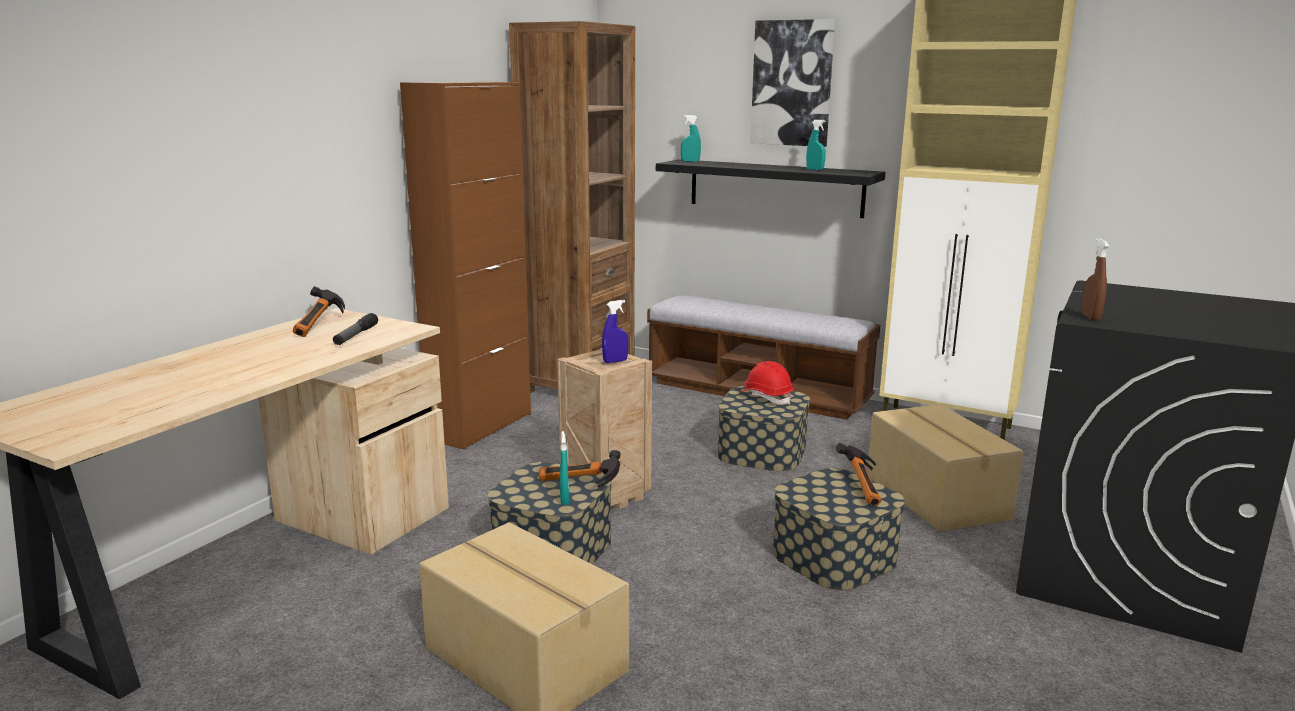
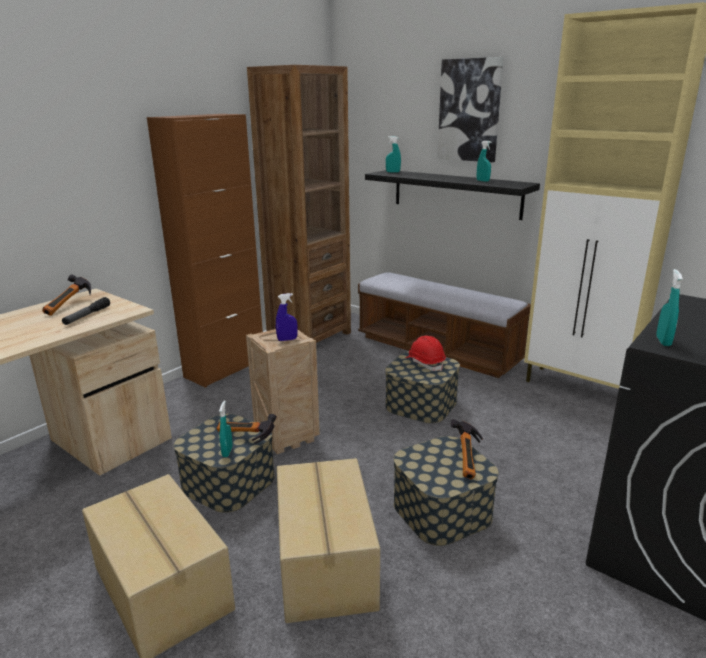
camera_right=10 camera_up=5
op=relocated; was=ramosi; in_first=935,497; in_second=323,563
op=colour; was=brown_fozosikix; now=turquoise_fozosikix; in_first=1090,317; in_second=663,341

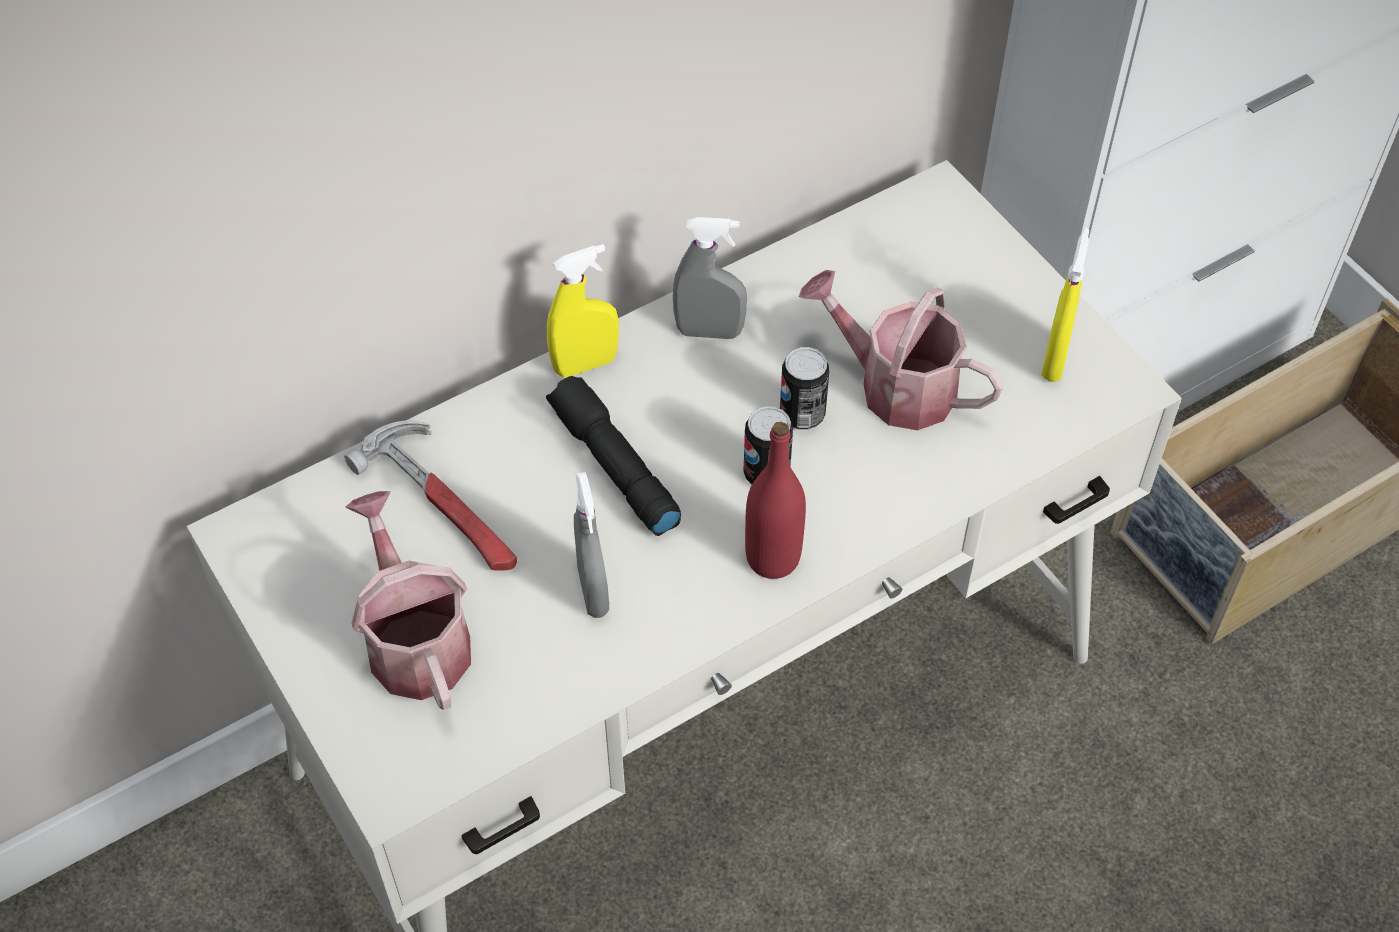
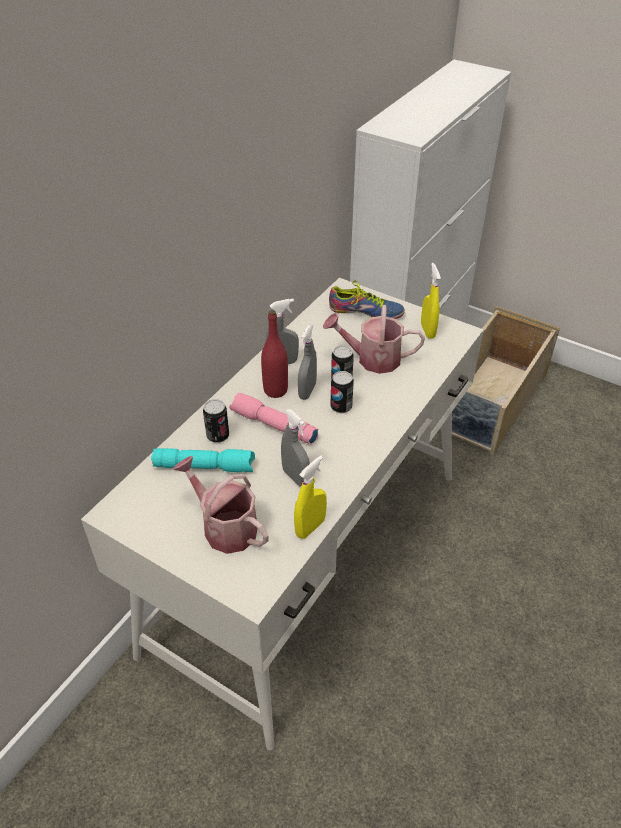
camera_right=-25 camera_up=-10
op=exchanged; was=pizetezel; now=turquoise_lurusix; in_first=445,504; in_second=205,466
op=appeared; now=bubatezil; in_second=218,436
op=colour; was=black_lurusix; now=pink_lurusix; in_first=612,466; in_second=273,426
op=relocated; was=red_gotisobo; in_first=773,558; in_second=275,390
op=relocated; was=yellow_fozosikix; in_first=585,364; in_second=310,527
op=appeared; now=grey_fozosikix; in_second=307,391
op=appeared; now=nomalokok; in_second=365,313

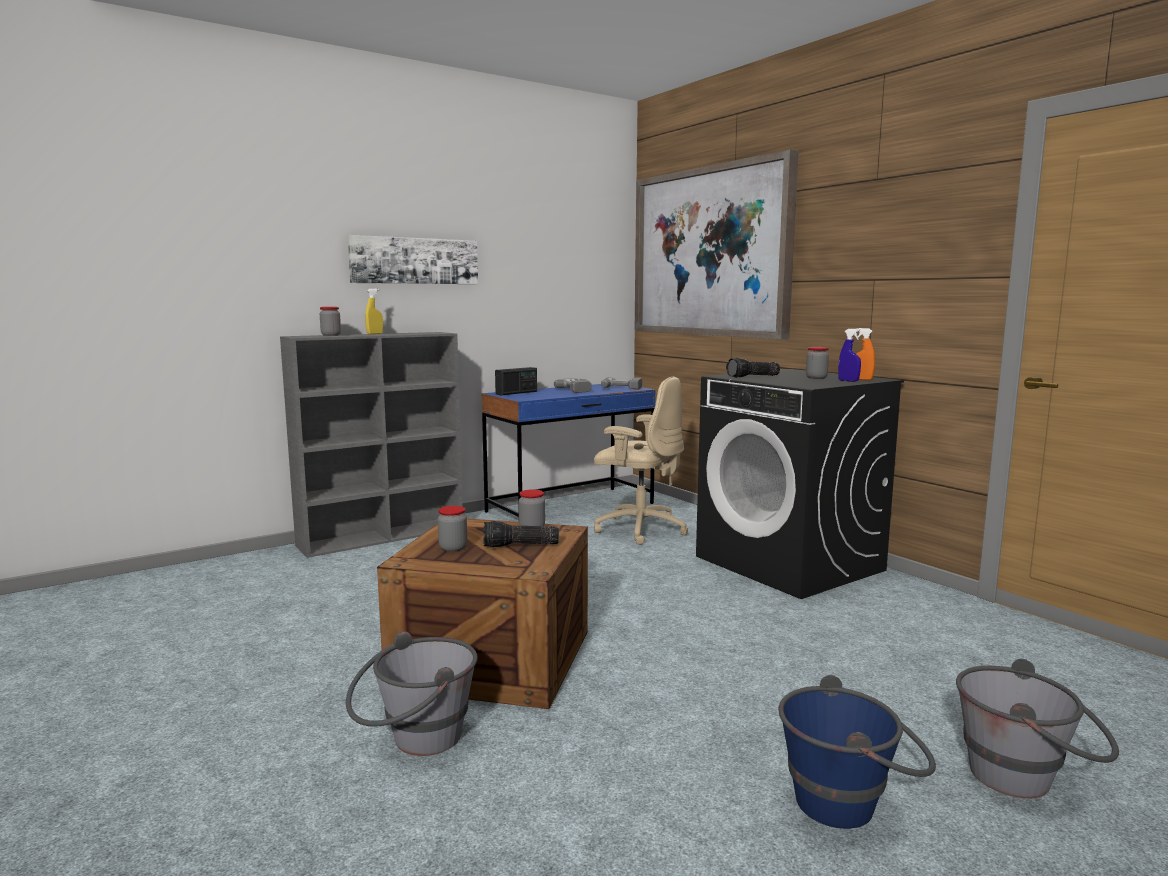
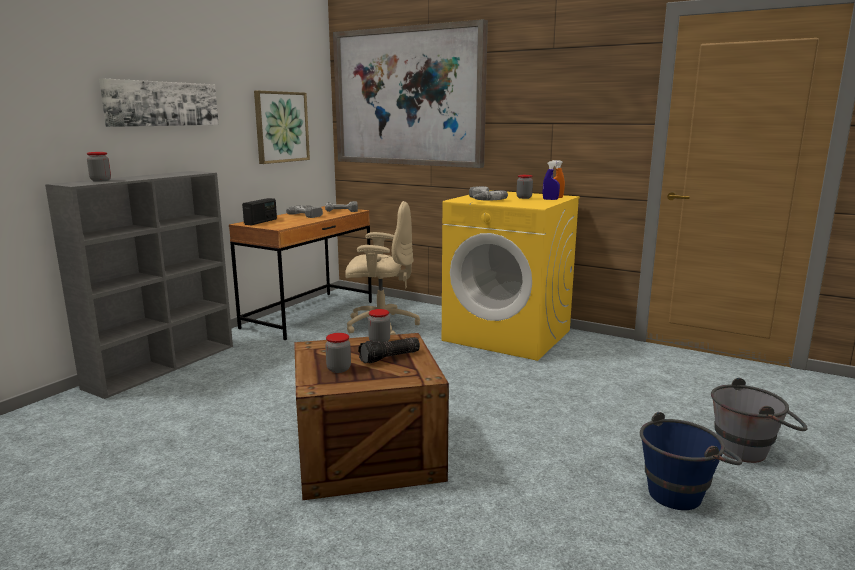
camera_right=-25 camera_up=5
op=colour; was=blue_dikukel; now=brown_dikukel; in_first=571,508; in_second=309,314
op=appeared; now=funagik; in_second=281,127
op=colour; was=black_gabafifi; now=yellow_gabafifi; in_first=790,563; in_second=508,335
op=exchanged; was=lurusix; now=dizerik; in_first=753,377; in_second=481,199
op=missing; was=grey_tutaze; in_first=415,742
op=missing; was=yellow_fozosikix; in_first=375,334

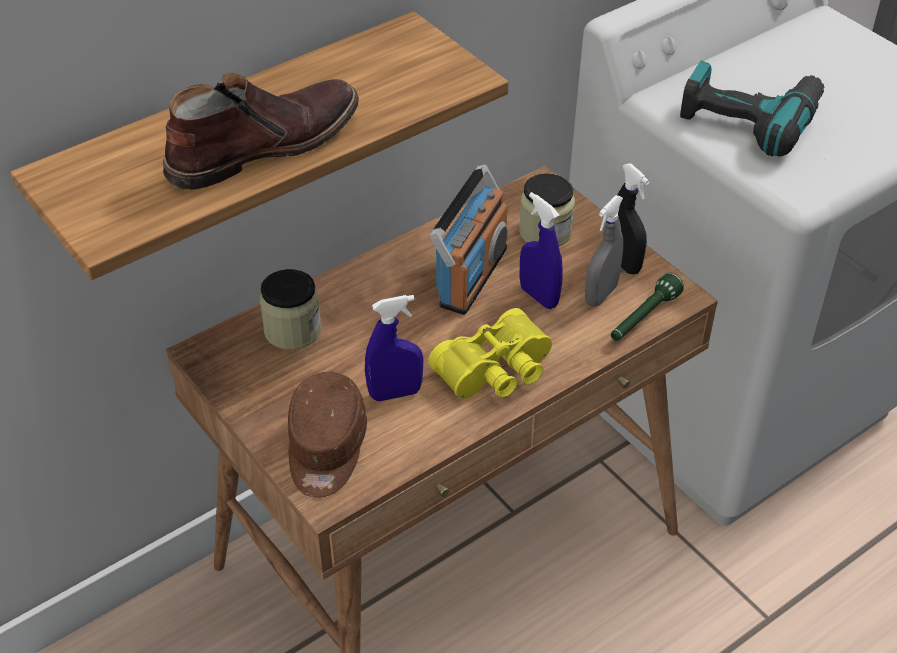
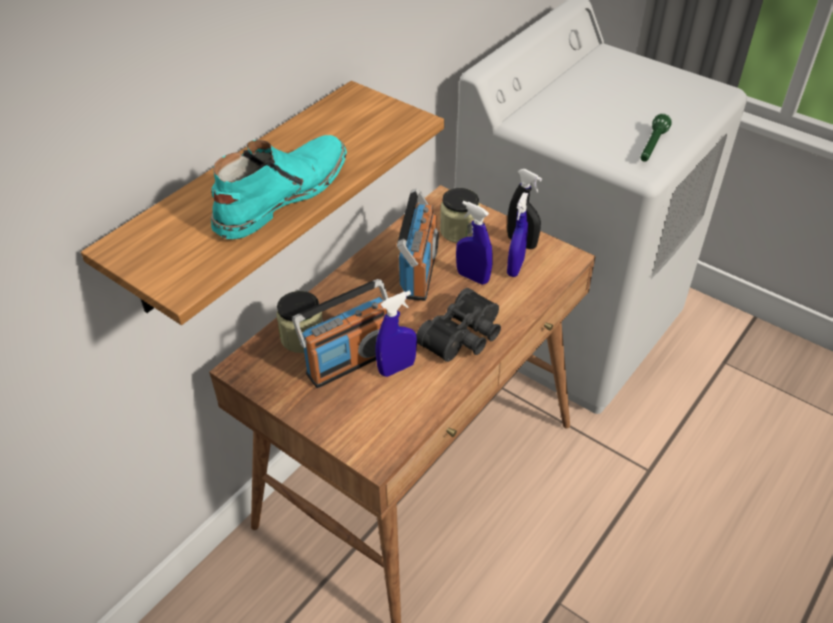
camera_right=-15 camera_up=0
op=colour; was=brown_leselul; now=turquoise_leselul; in_first=262,146; in_second=280,196
op=appeared; now=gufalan; in_second=349,361
op=colour; was=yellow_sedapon; now=black_sedapon; in_first=497,372; in_second=464,337
op=colour; was=grey_fozosikix; now=blue_fozosikix; in_first=601,295; in_second=515,267
op=relocated; was=green_lurusix; in_first=643,318; in_second=652,147
op=missing; was=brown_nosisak; in_first=326,449
op=missing; was=dizerik; in_first=749,117

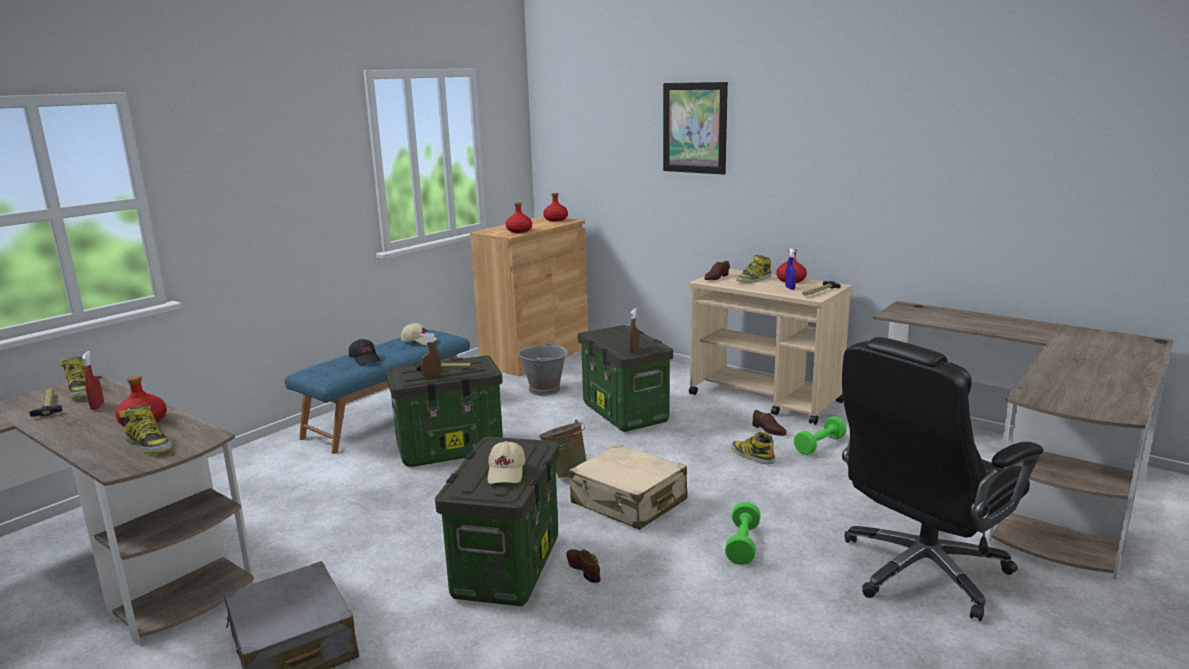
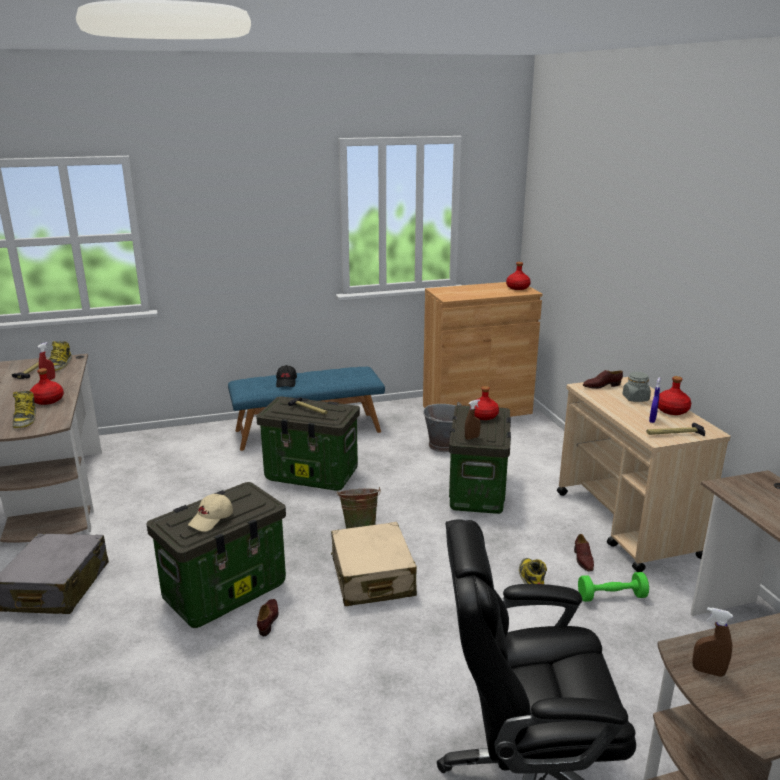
camera_right=35 camera_up=5
op=relocated; was=red_gotisobo; in_first=519,231; in_second=484,416
op=exchanged; was=leselul; now=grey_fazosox; in_first=754,279; in_second=635,398
op=relocated; was=brown_fozosikix; in_first=432,376; in_second=708,671
op=missing; was=beige_nosisak; in_first=419,341
op=missing; was=funagik; in_first=694,128
op=missing; was=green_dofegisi; in_first=742,544

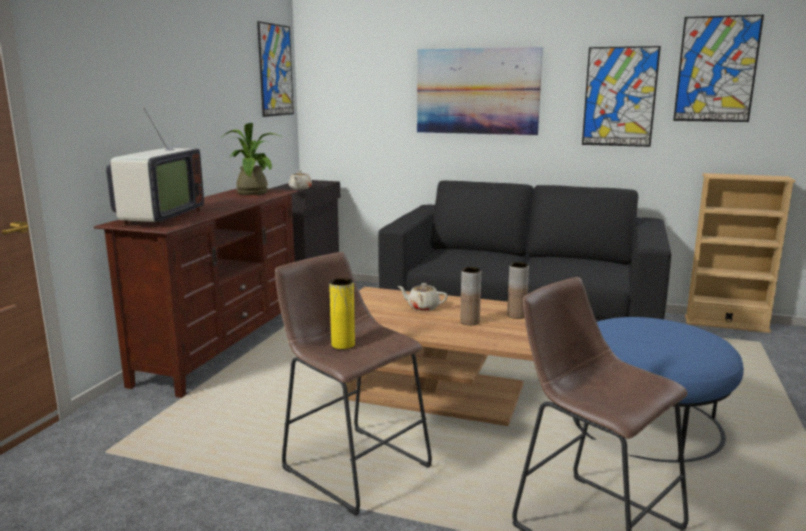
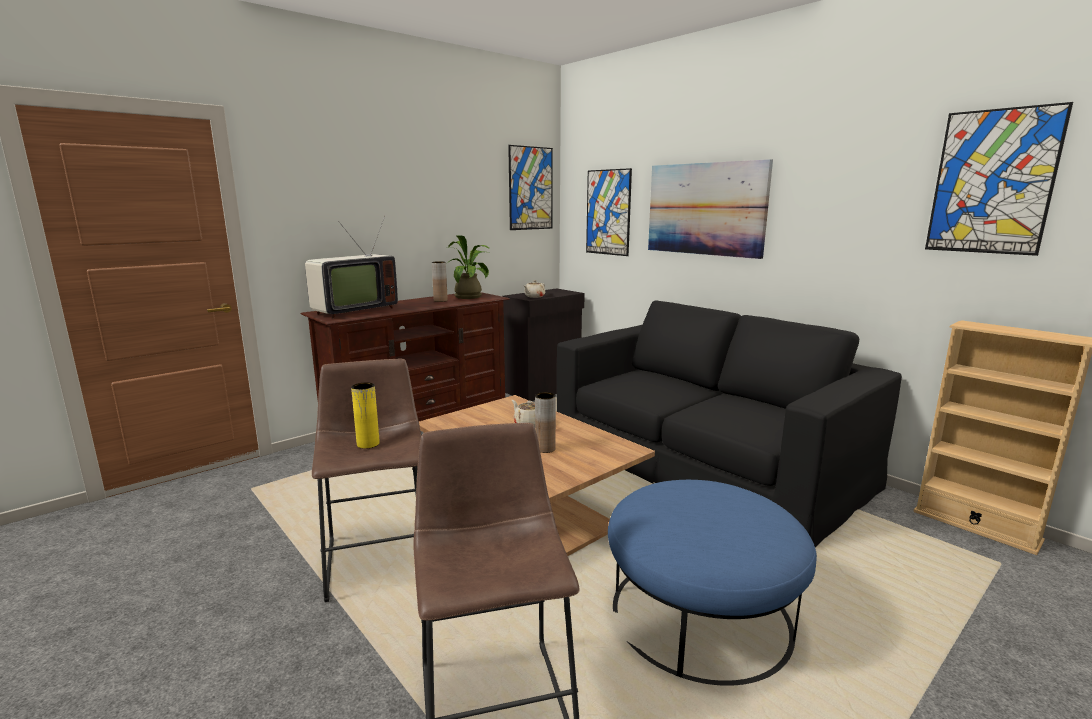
camera_right=30 camera_up=0
op=relocated; was=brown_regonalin; in_first=516,316; in_second=440,300
op=relocated; was=funagik; in_first=619,97; in_second=608,212

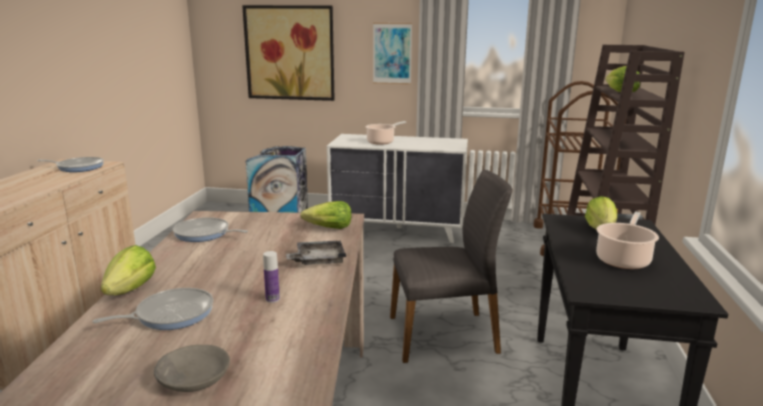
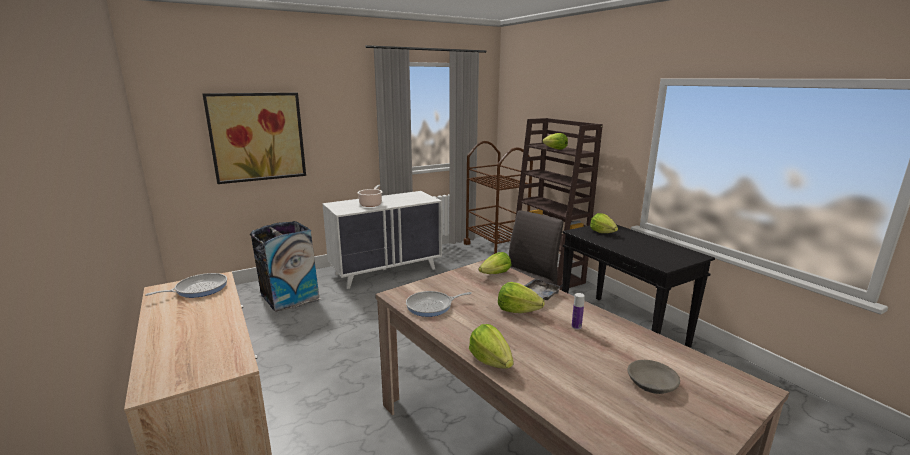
camera_right=-40 camera_up=0
op=appeared; now=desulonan; in_second=517,310
op=missing; was=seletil; in_first=170,314
op=missing; was=funagik; in_first=392,53
op=missing; was=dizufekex; in_first=623,259

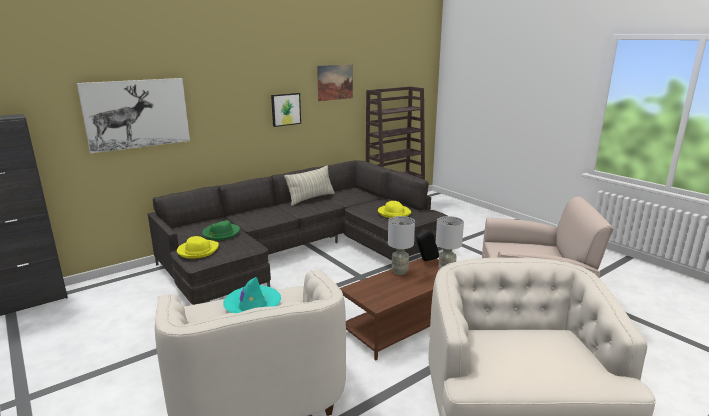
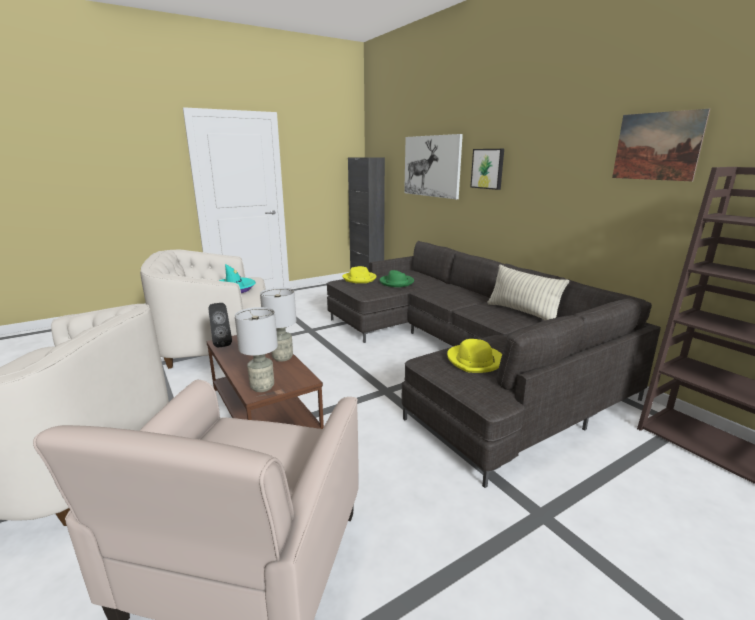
camera_right=95 camera_up=0
op=relocated; was=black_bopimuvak; in_first=425,261; in_second=222,343
op=relocated; was=funagik; in_first=285,109; in_second=488,168

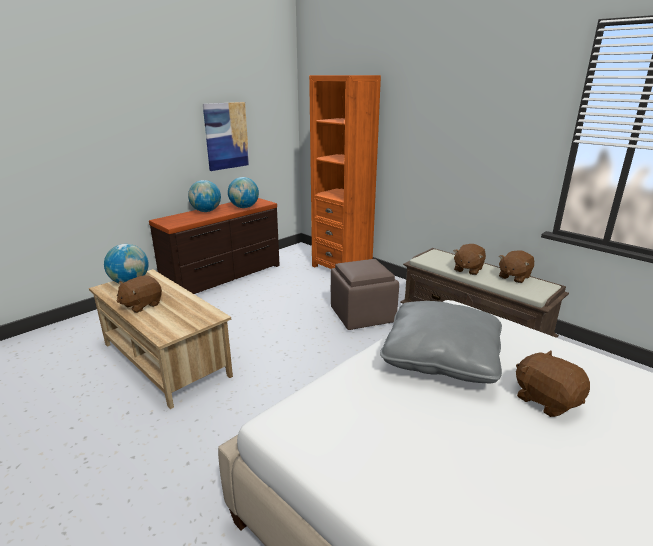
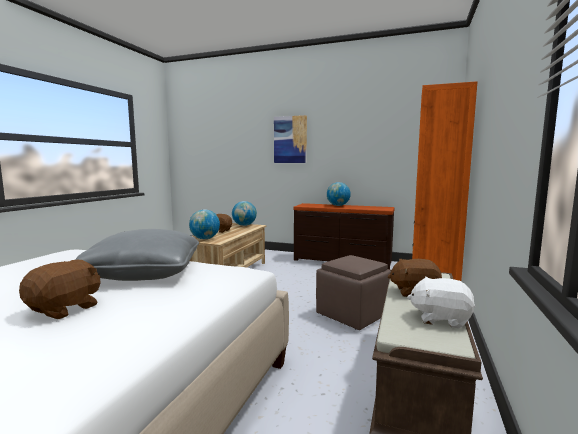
camera_right=65 camera_up=-15
op=relocated; was=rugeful; in_first=244,207; in_second=205,239
op=relocated; was=funagik; in_first=226,136; in_second=290,139
op=colour; was=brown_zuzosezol; now=white_zuzosezol; in_first=514,277; in_second=440,318

